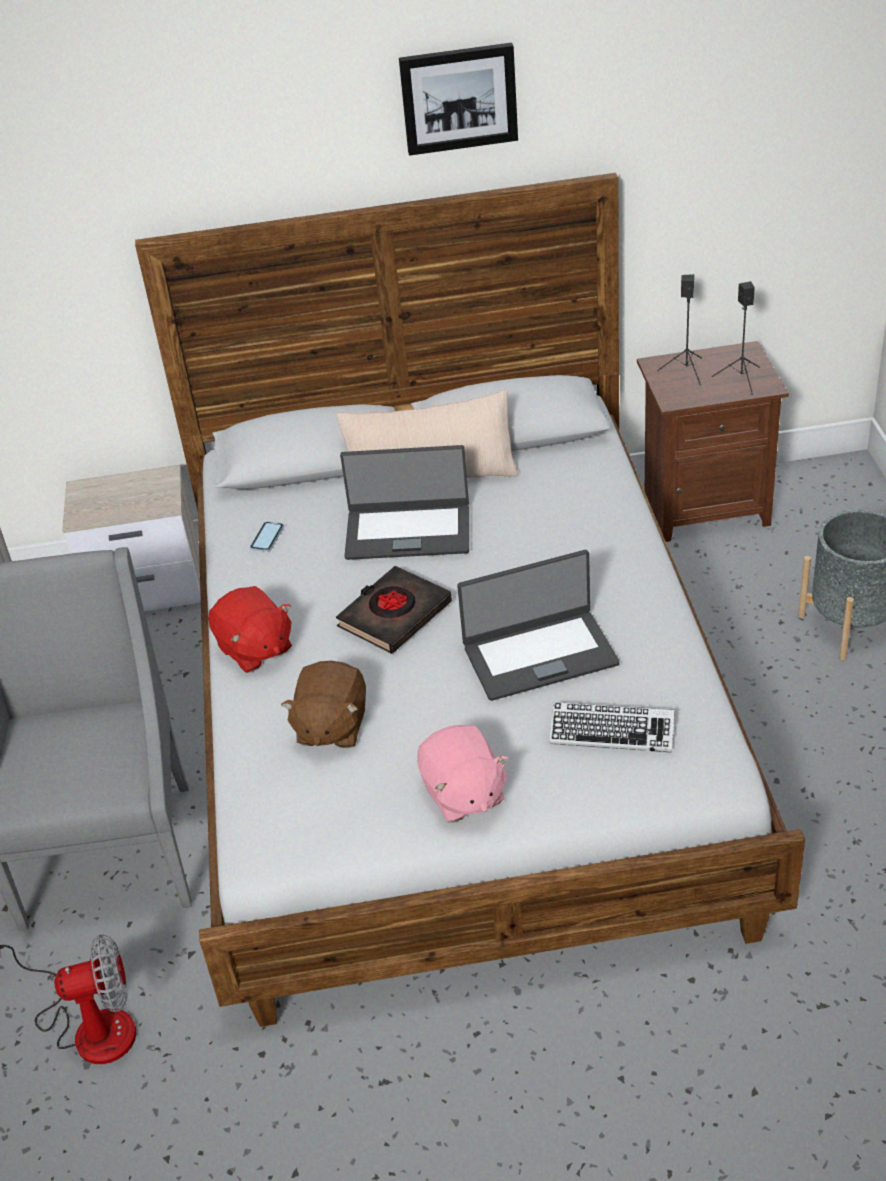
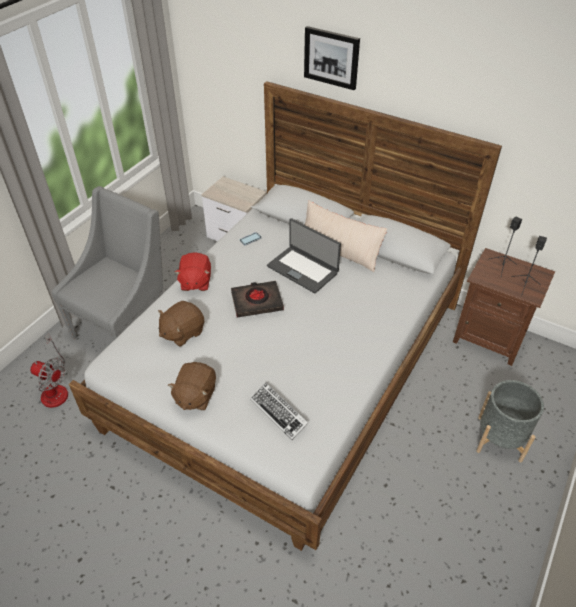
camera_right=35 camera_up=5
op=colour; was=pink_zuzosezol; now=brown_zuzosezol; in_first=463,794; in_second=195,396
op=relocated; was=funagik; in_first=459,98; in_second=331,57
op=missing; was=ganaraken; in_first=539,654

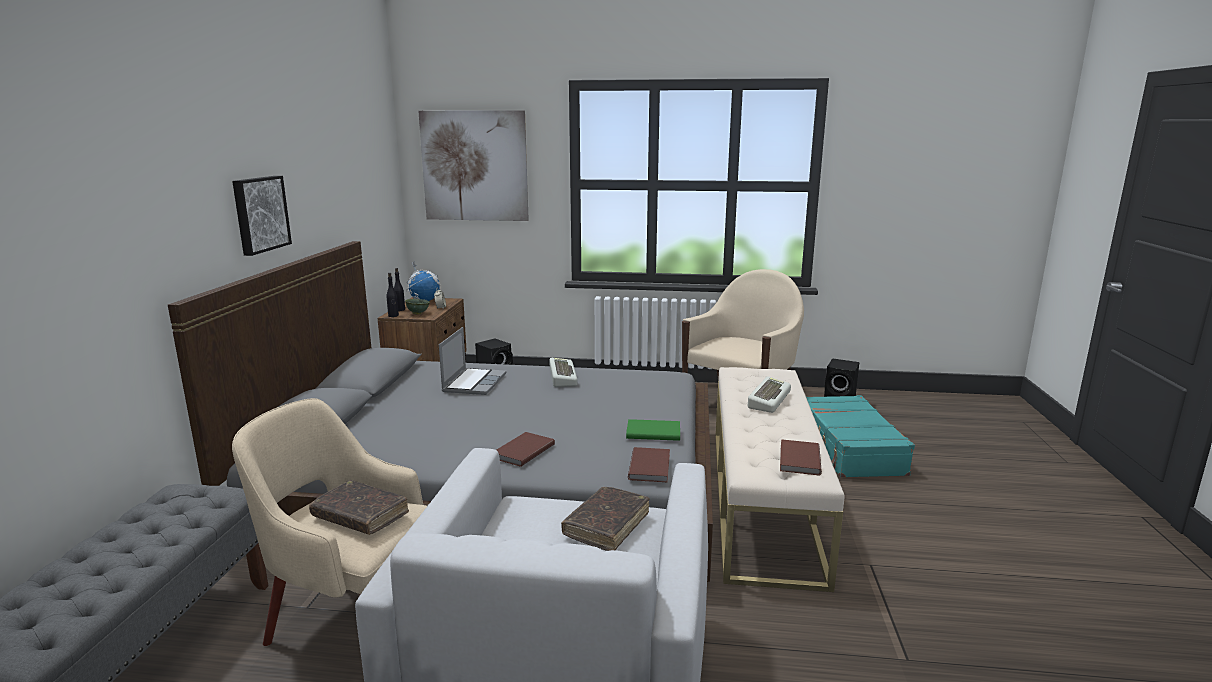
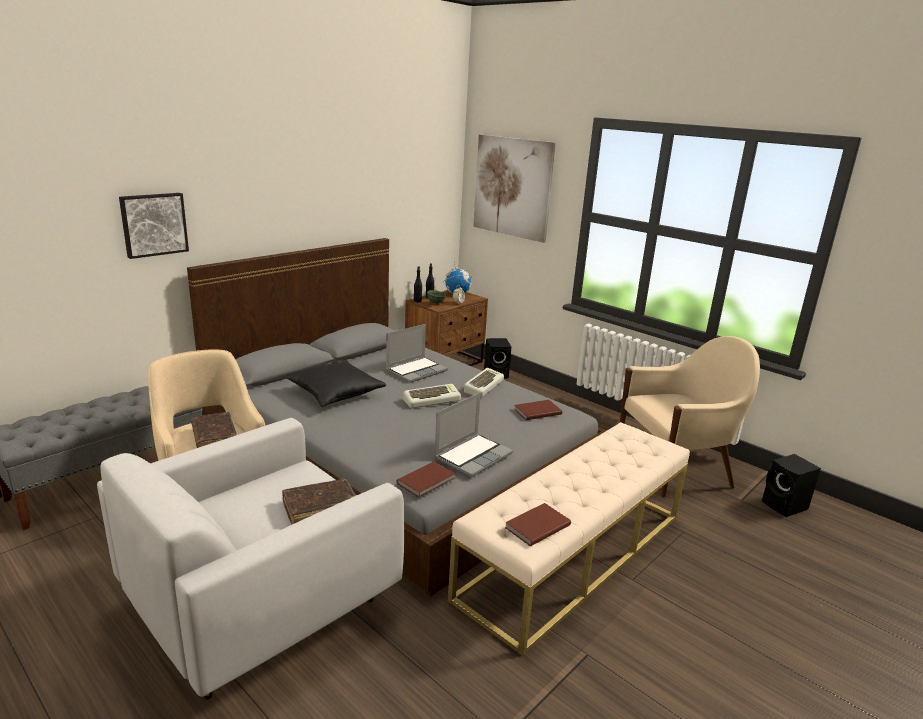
camera_right=35 camera_up=5
op=relocated; was=funagik; in_first=259,214; in_second=153,224
op=appeared; now=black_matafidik; in_second=335,393
op=relocated; was=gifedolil; in_first=767,399; in_second=432,400
op=exchanged; was=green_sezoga; now=ganaraken; in_first=652,432; in_second=473,455
op=relocated; was=brown_sezoga; in_first=522,451; in_second=536,411
op=missing; was=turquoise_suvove; in_first=849,448

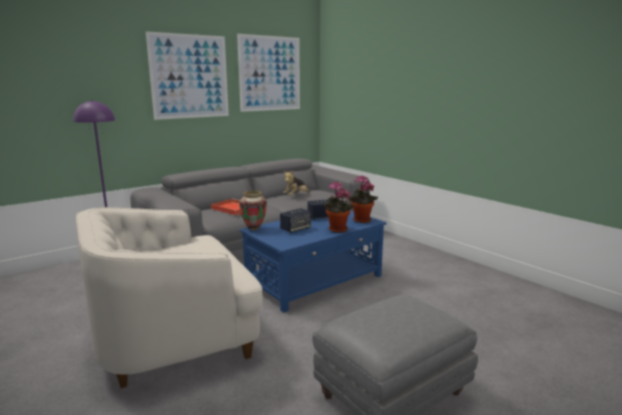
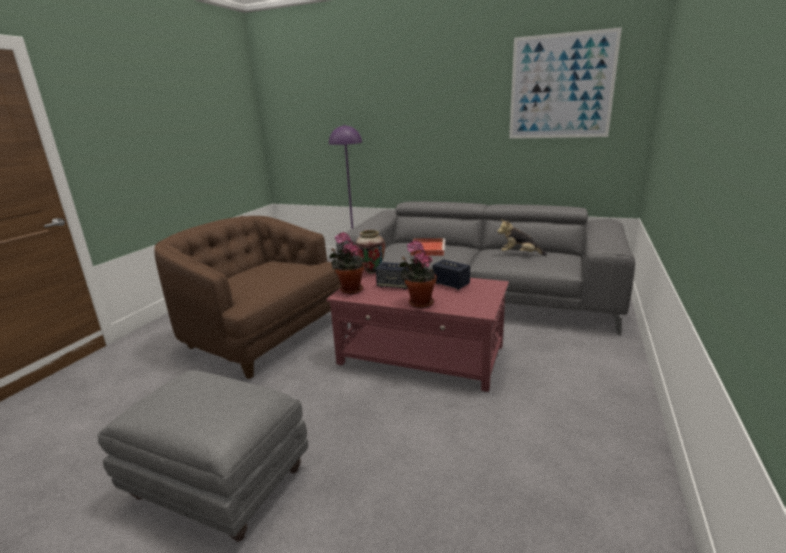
camera_right=60 camera_up=5
op=colour; was=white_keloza; now=brown_keloza; in_first=173,335; in_second=263,335
op=colour; was=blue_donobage; now=red_donobage; in_first=315,280; in_second=422,355
op=relocated; was=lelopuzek; in_first=361,221; in_second=349,290
op=missing; was=funagik; in_first=190,76

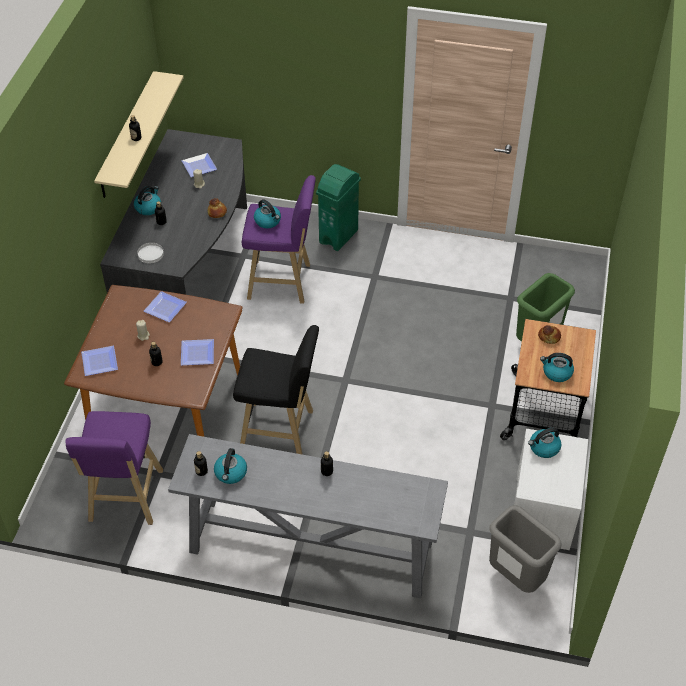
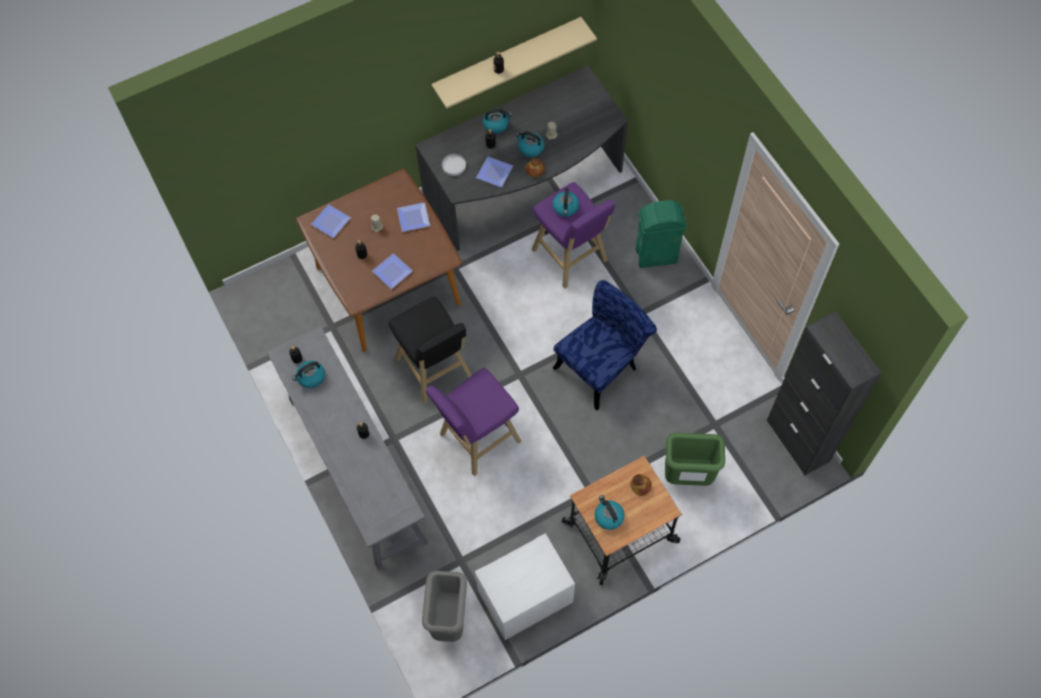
camera_right=50 camera_up=15
op=relocated; was=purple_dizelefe; in_first=125,499; in_second=477,440
op=relocated; was=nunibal; in_first=198,167; in_second=493,173
op=relocated; was=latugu; in_first=543,448; in_second=530,148
op=appeared; now=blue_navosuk; in_second=601,365
op=appeared; now=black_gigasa; in_second=798,441

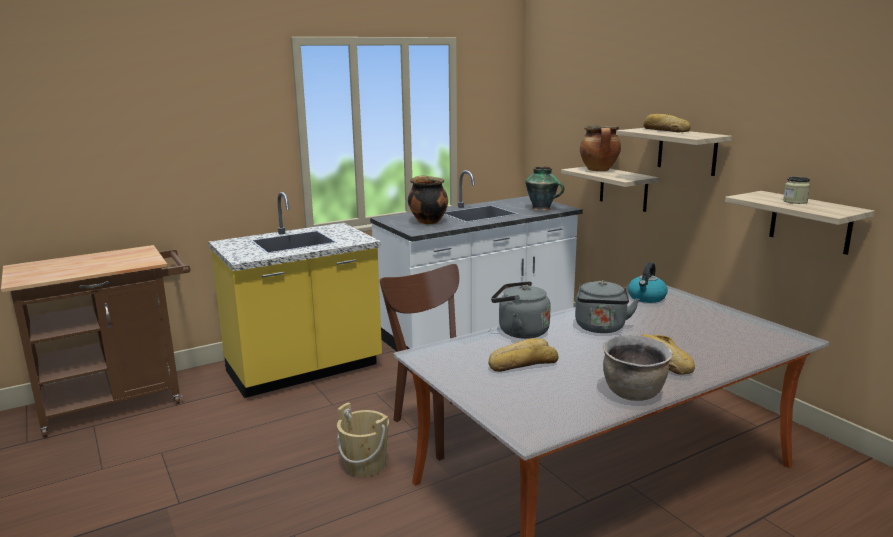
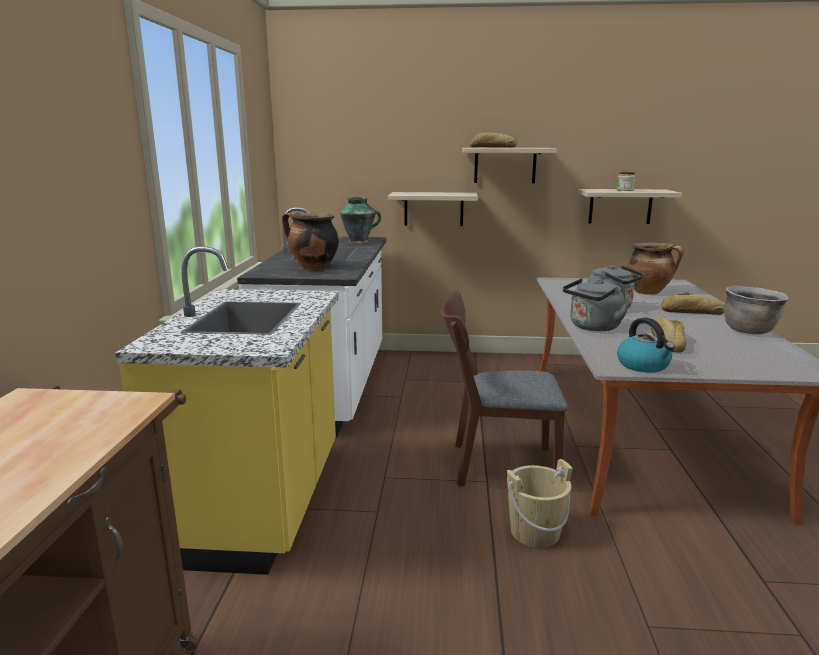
camera_right=-55 camera_up=0
op=relocated; was=latugu; in_first=646,298; in_second=643,365
op=relocated; was=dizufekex; in_first=599,170; in_second=649,292

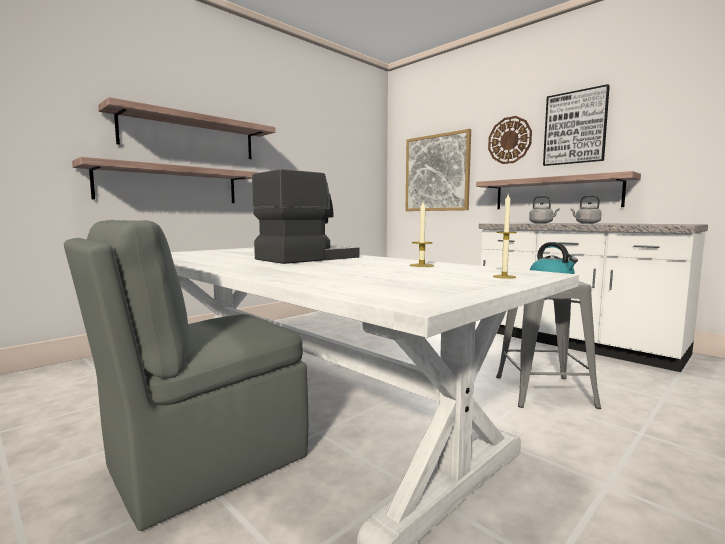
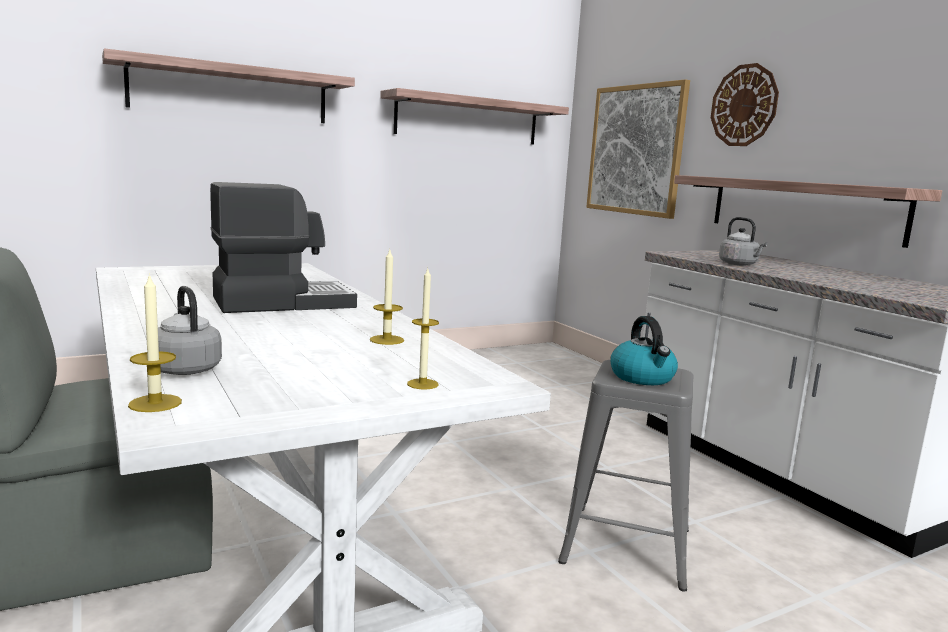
camera_right=15 camera_up=5
op=appeared; now=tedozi; in_second=155,403
op=relocated; was=grey_latugu; in_first=586,223; in_second=185,369
op=relocated; was=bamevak; in_first=170,185; in_second=468,120
op=missing; was=funagik; in_first=575,127

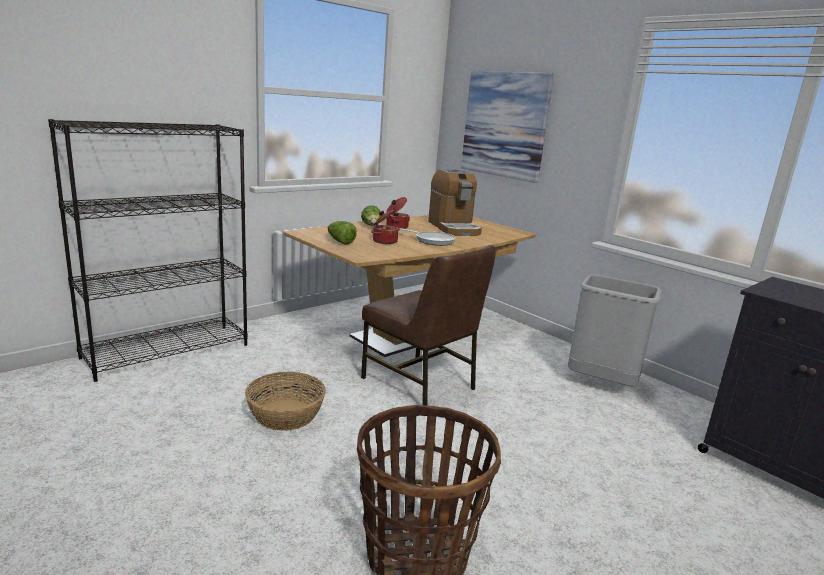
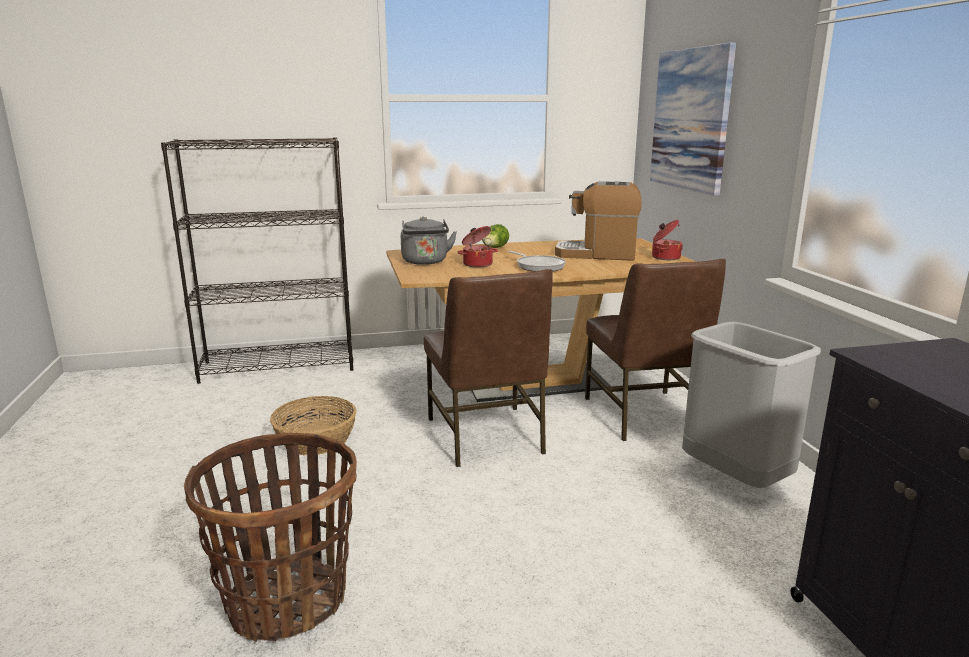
camera_right=30 camera_up=0
op=exchanged; was=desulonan; now=grey_latugu; in_first=340,241; in_second=425,262
op=spun; was=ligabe; in_first=454,228; in_second=597,254; clockwise=90
op=appeared; now=brown_navosuk; in_second=644,416
op=relocated; was=dizufekex; in_first=396,227; in_second=665,257

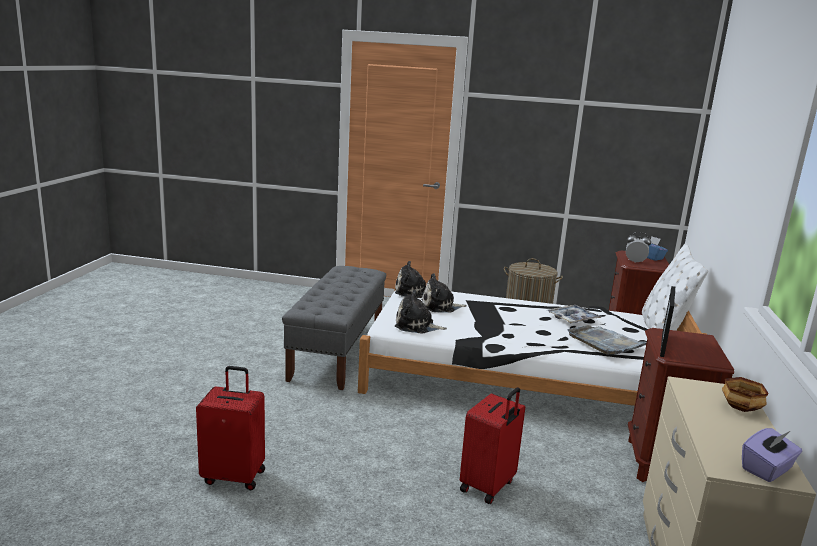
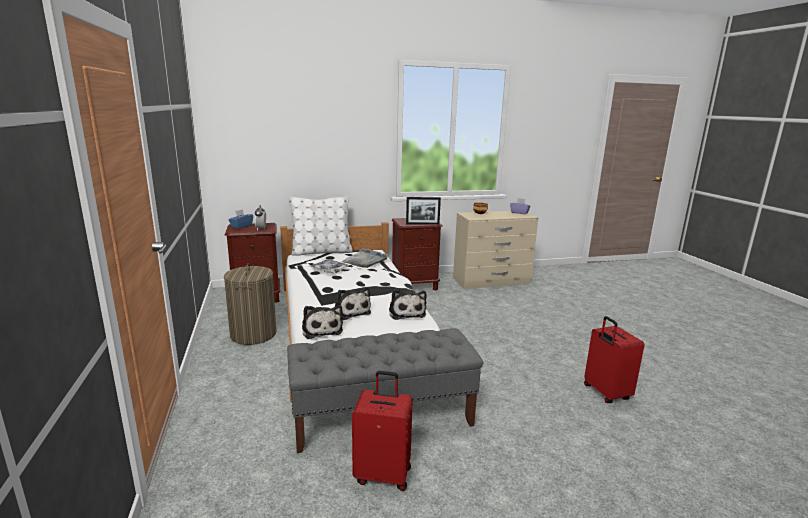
camera_right=-115 camera_up=0
op=relocated; was=red_suvove; in_first=488,486; in_second=383,474

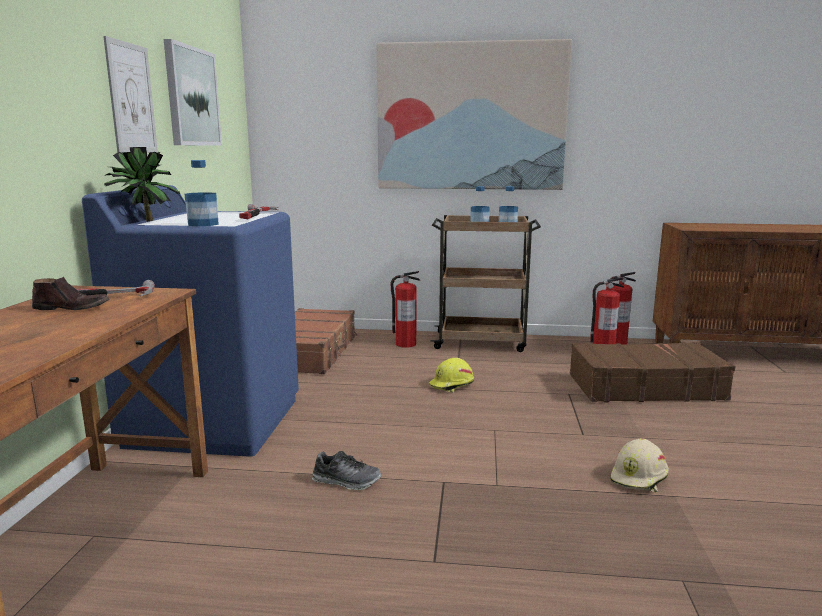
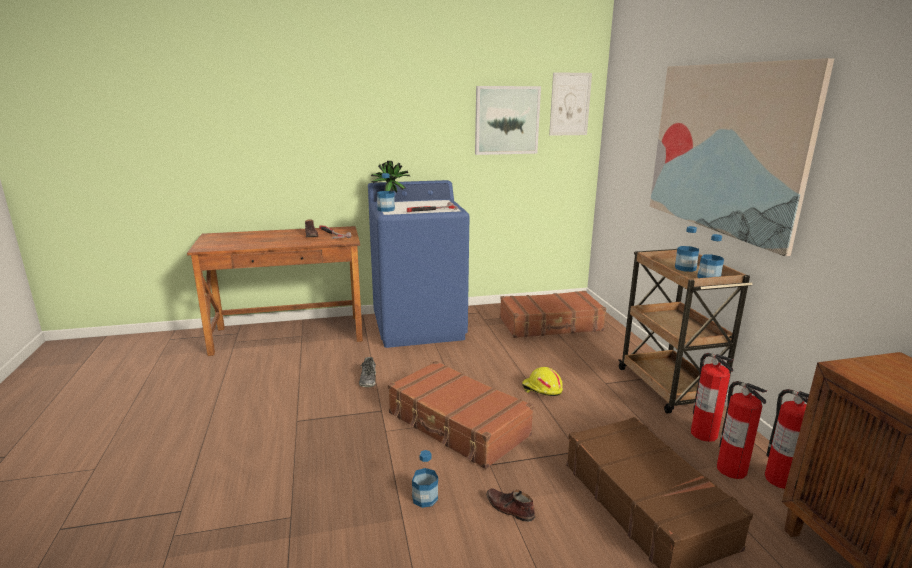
camera_right=70 camera_up=5
op=appeared; now=brown_suvove; in_second=457,425
op=exchanged; was=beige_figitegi; now=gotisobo; in_first=639,477; in_second=425,498
op=appeared; now=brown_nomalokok; in_second=509,508
op=relocated; was=funagik; in_first=131,98; in_second=570,104
op=relocated; was=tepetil; in_first=405,344; in_second=703,433

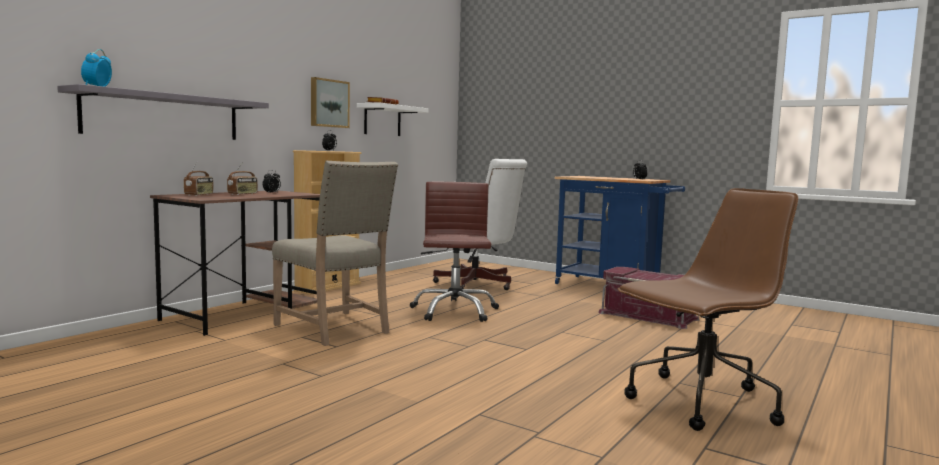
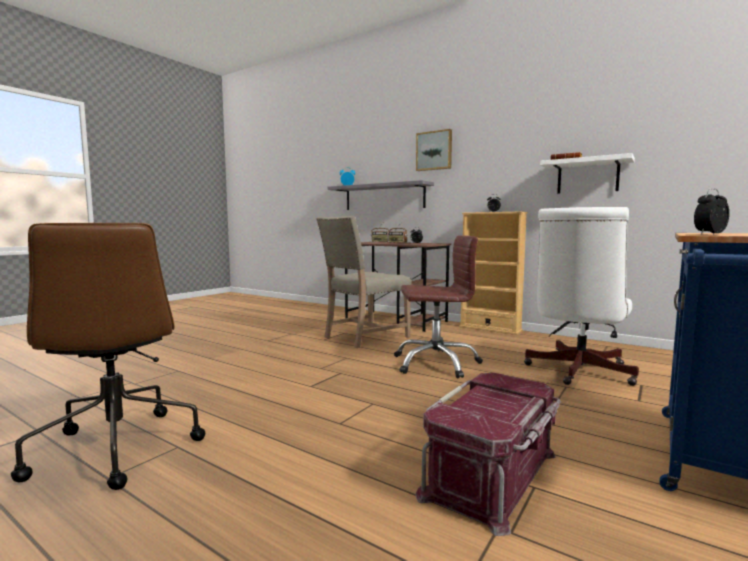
camera_right=90 camera_up=0
op=relocated; was=funagik; in_first=328,103; in_second=434,151

